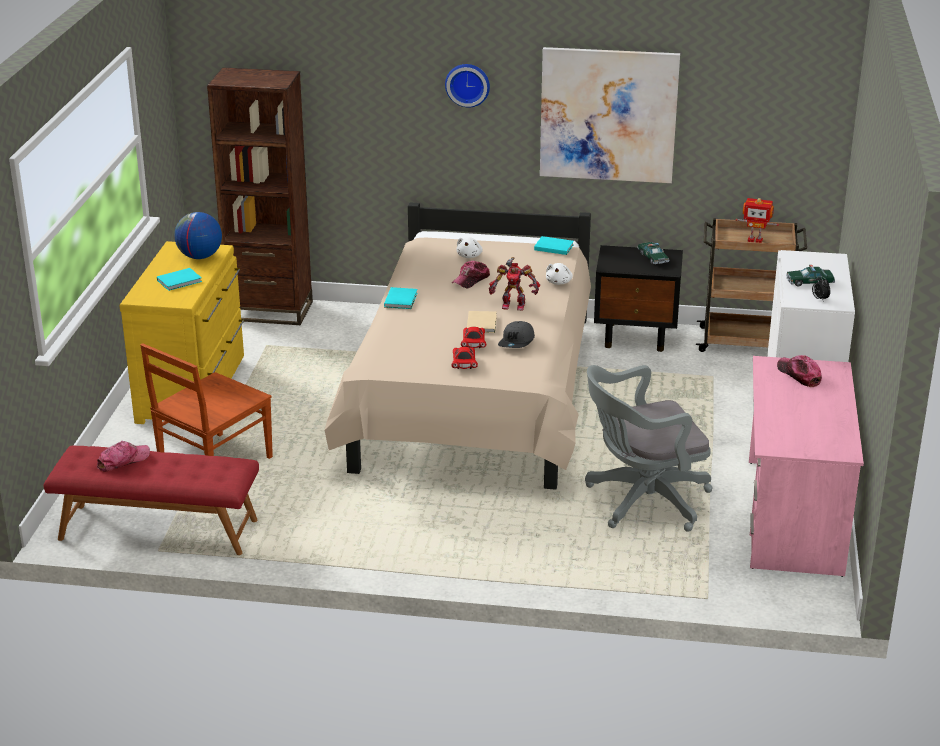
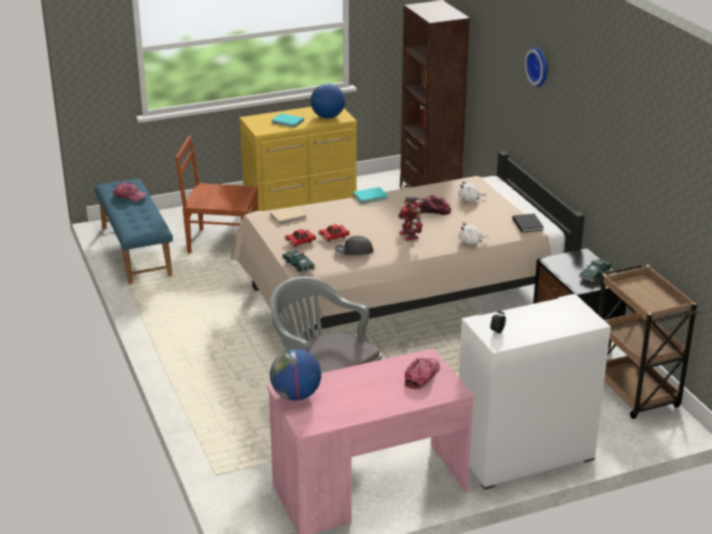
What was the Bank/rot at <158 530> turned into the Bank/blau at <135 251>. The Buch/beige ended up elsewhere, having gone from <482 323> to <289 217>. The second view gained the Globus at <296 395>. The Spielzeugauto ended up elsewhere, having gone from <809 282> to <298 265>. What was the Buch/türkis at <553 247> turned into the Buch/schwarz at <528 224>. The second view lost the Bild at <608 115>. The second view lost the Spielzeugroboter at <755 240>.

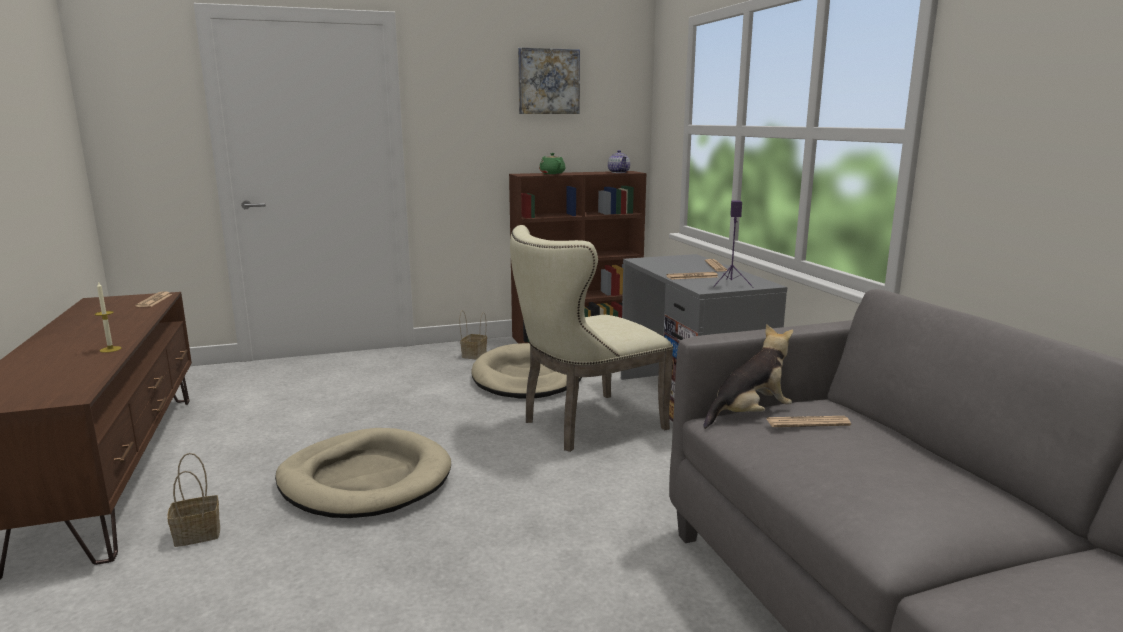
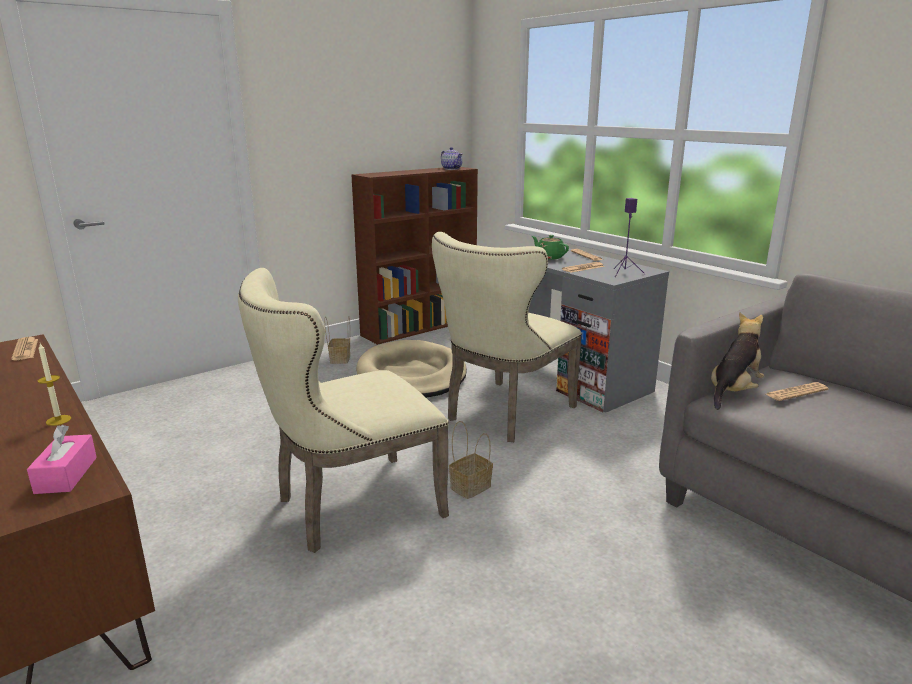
The second view gained the Taschentuchbox/rosa at <66 475>. Where the Hundebett/beige stood at <365 480>, the Stuhl/beige came to stand at <349 507>. The Korb ended up elsewhere, having gone from <199 533> to <471 486>. The Teekanne/grün ended up elsewhere, having gone from <552 173> to <549 257>. The second view lost the Bild at <548 81>.

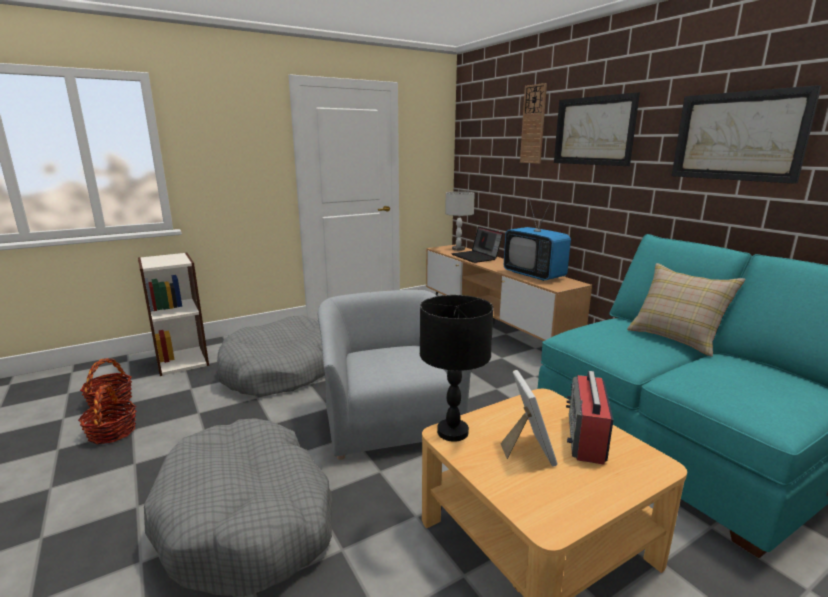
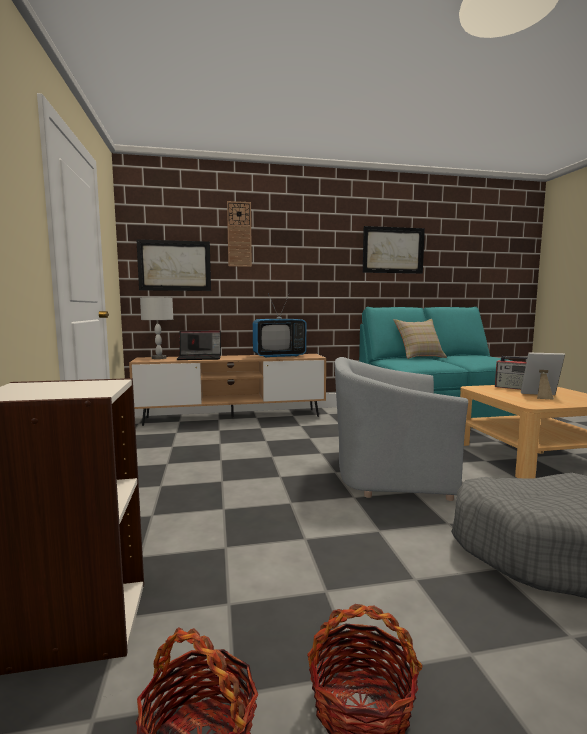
The Bild ended up elsewhere, having gone from <593 131> to <174 265>. The second view lost the Hundebett/grau at <281 370>. The second view lost the Tischlampe/schwarz at <453 432>.

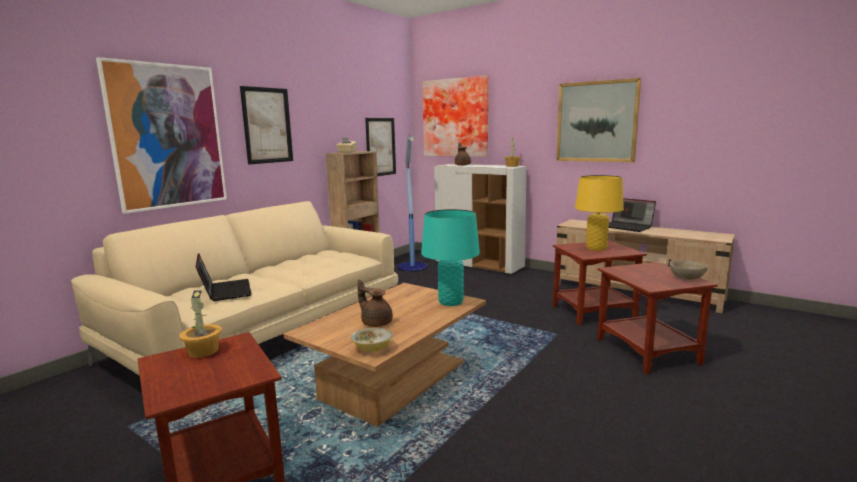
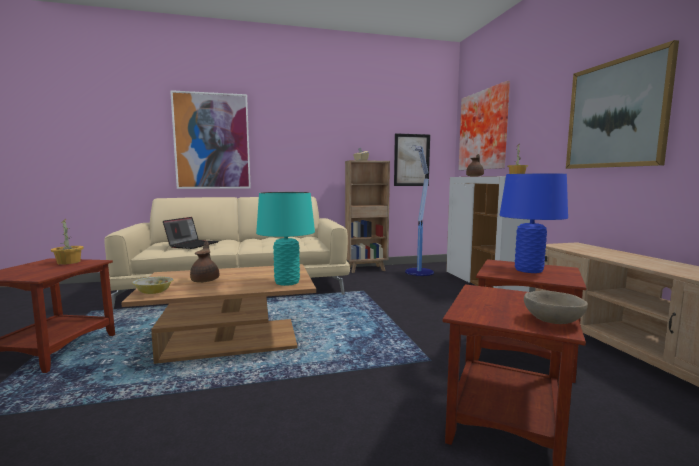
What was the Tischlampe/gelb at <596 248> turned into the Tischlampe/blau at <528 270>. The second view lost the Bild at <267 125>. The second view lost the Laptop at <627 227>.

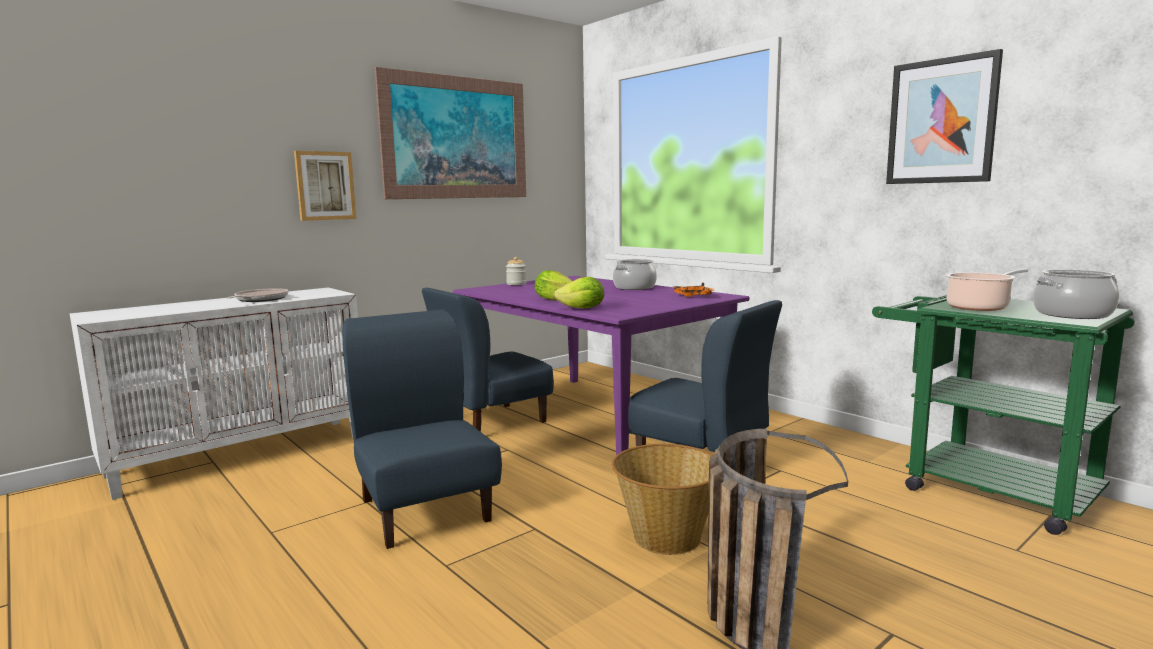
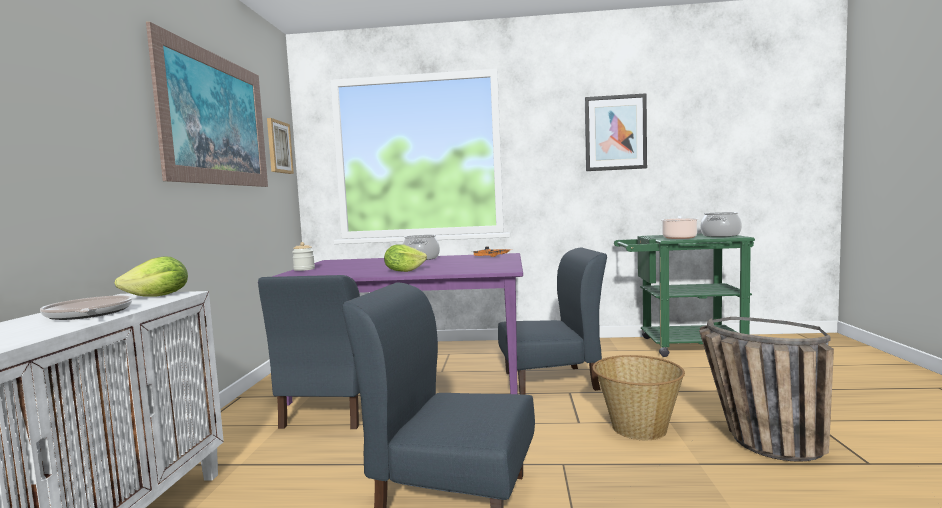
The Salatkopf ended up elsewhere, having gone from <582 309> to <159 296>. The Bild ended up elsewhere, having gone from <325 186> to <279 147>.

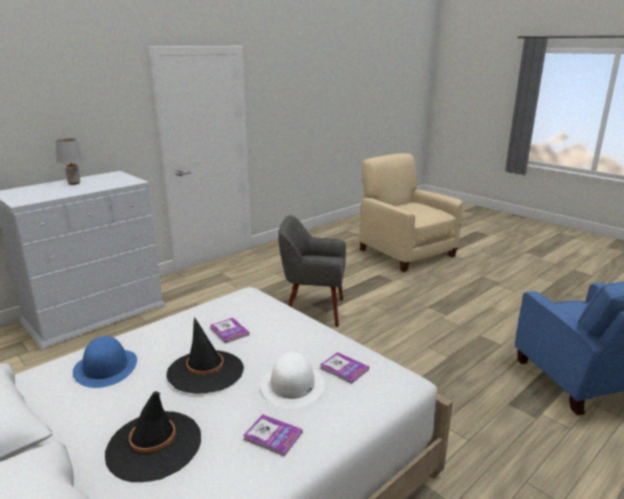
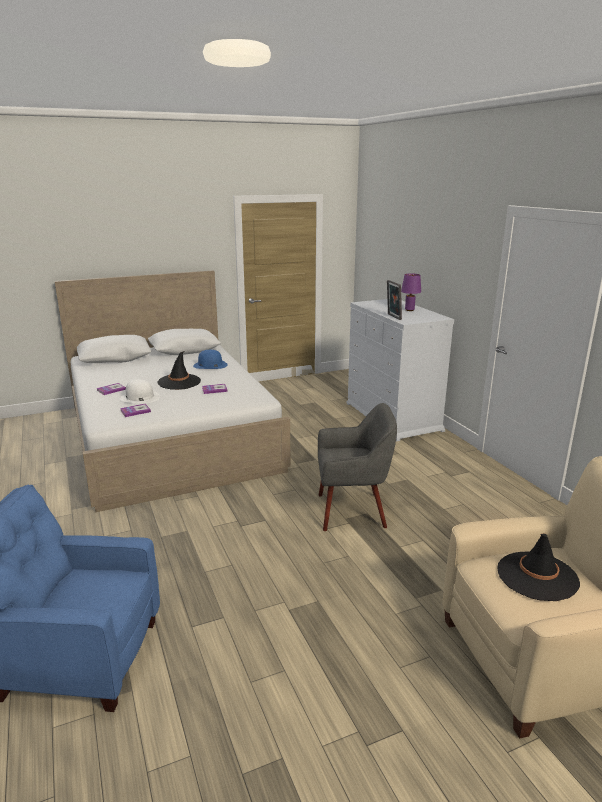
The Sessel/grau at <313 310> ended up facing another way, 60 degrees clockwise from before. The second view gained the Bilderrahmen at <393 317>. What was the Tischlampe/grau at <74 183> turned into the Tischlampe/lila at <409 310>. The Hut/schwarz ended up elsewhere, having gone from <154 446> to <537 576>.

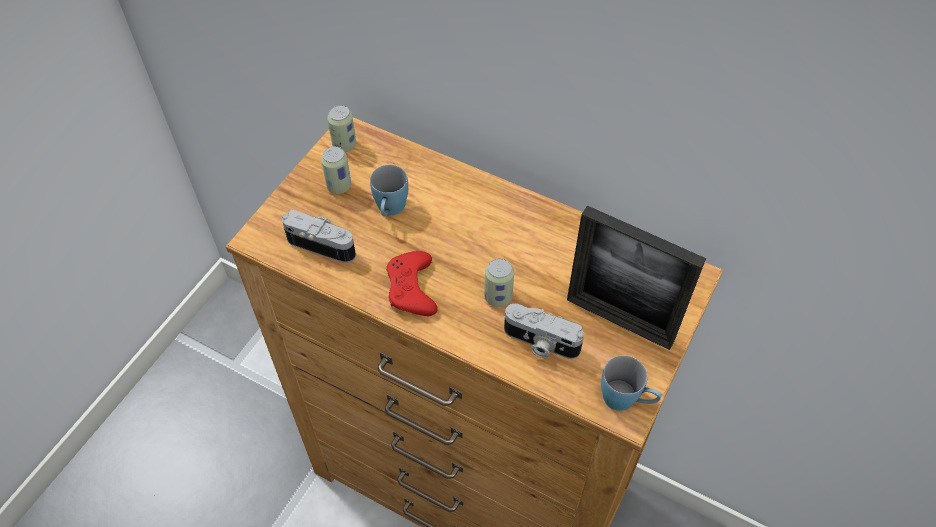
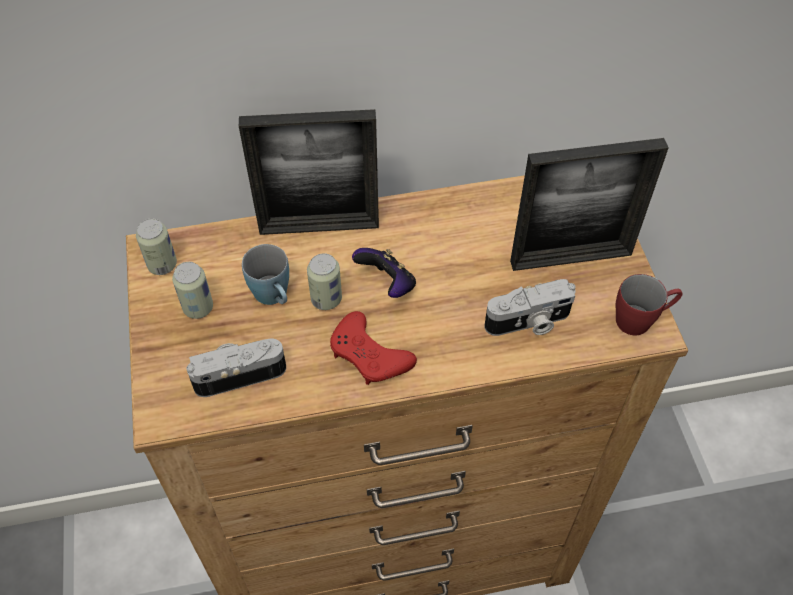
The second view gained the Bilderrahmen at <319 226>. The Dose ended up elsewhere, having gone from <498 297> to <326 299>. The second view gained the Gamepad at <387 284>. What was the Henkelbecher/blau at <626 400> turned into the Henkelbecher/rot at <641 319>.

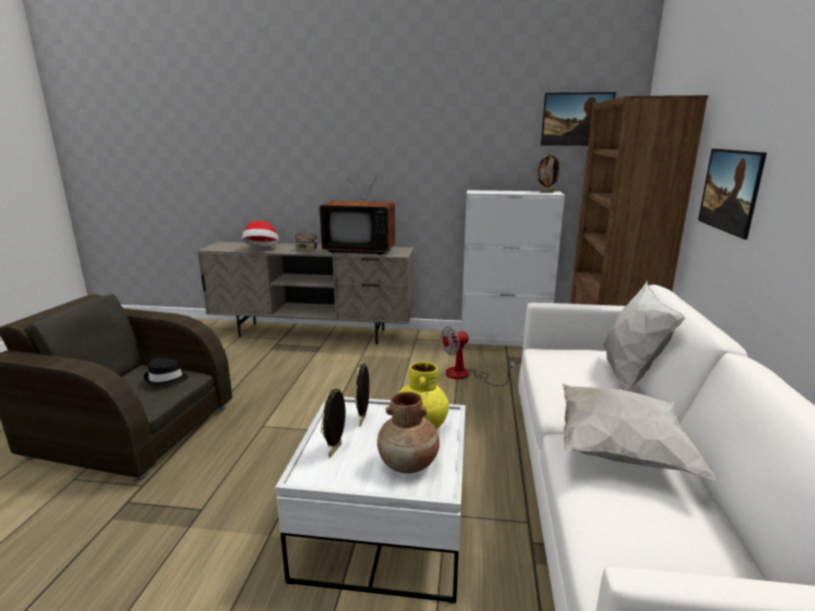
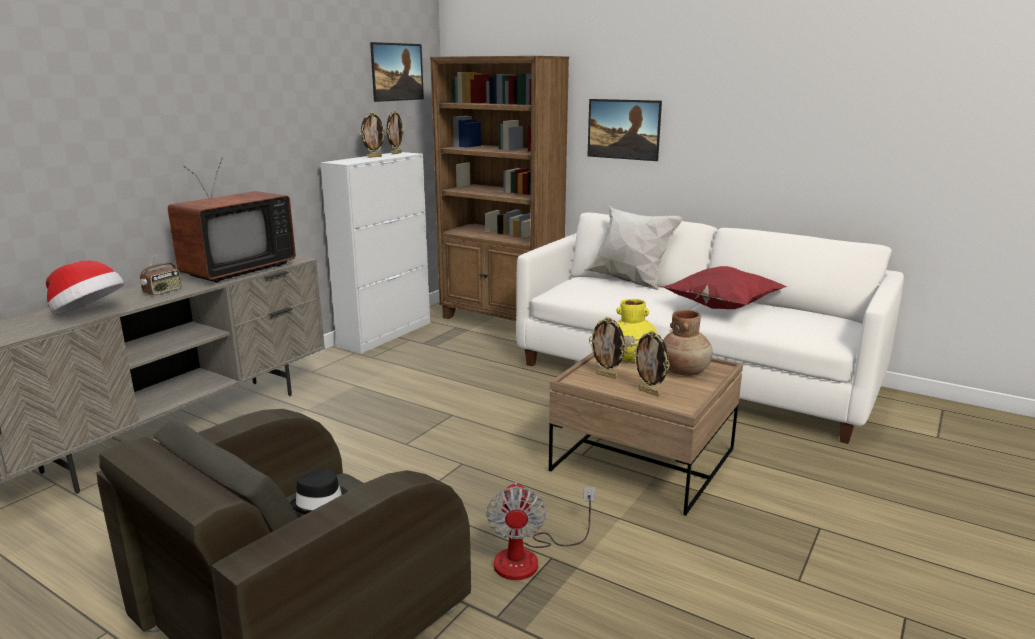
The second view gained the Bilderrahmen at <374 157>. The Ventilator ended up elsewhere, having gone from <466 375> to <529 558>. What was the Couchtisch/weiß at <384 529> turned into the Couchtisch/braun at <643 460>. What was the Kissen/weiß at <618 451> turned into the Kissen/rot at <720 308>.

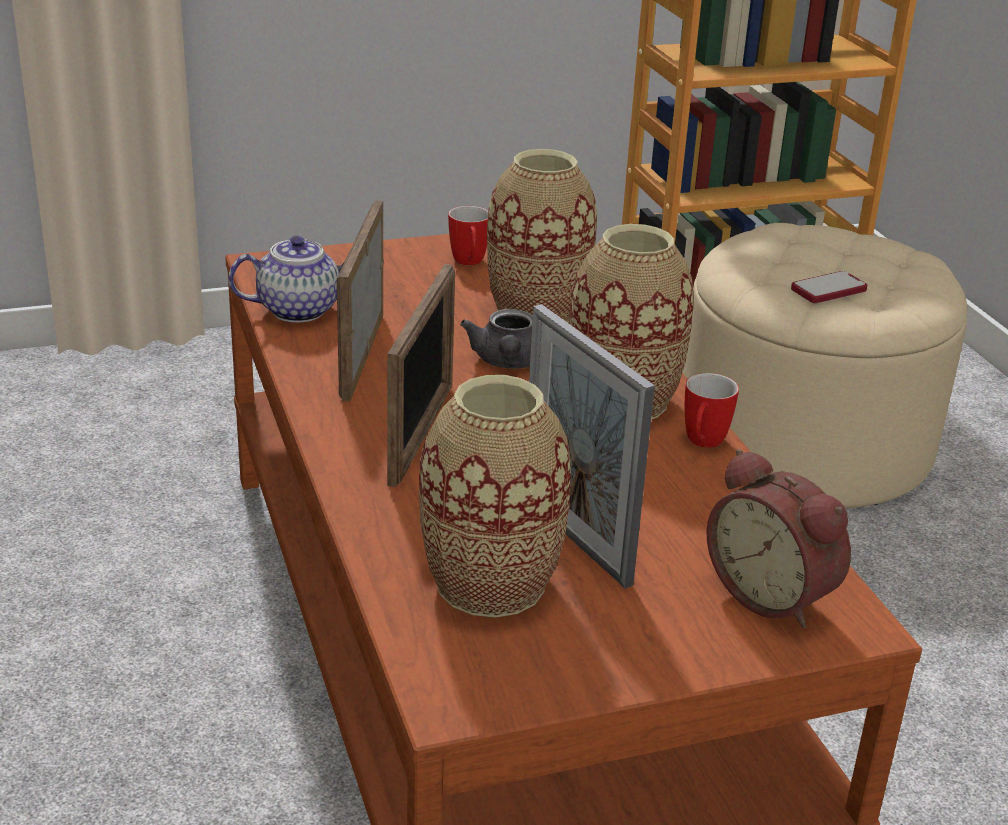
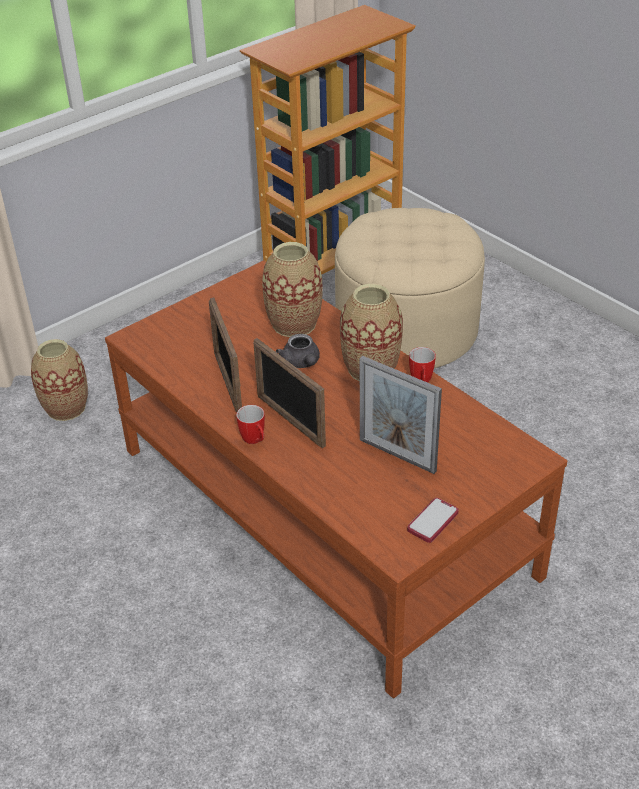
The Vase ended up elsewhere, having gone from <490 583> to <66 408>. The Henkelbecher ended up elsewhere, having gone from <469 263> to <255 441>. The Bilderrahmen at <421 434> ended up facing another way, 150 degrees clockwise from before. The Handy ended up elsewhere, having gone from <828 289> to <432 521>. The second view lost the Teekanne at <300 309>. The second view lost the Wecker at <774 594>.

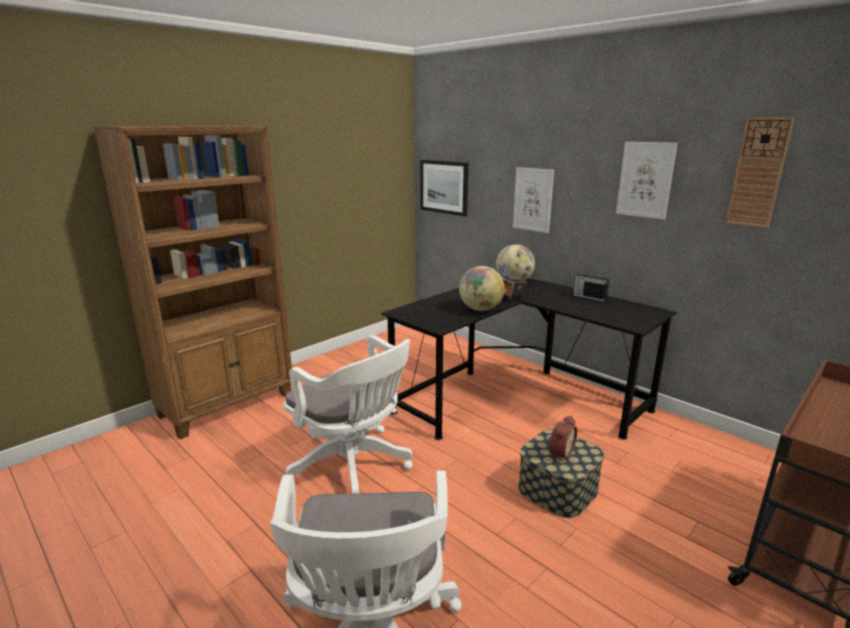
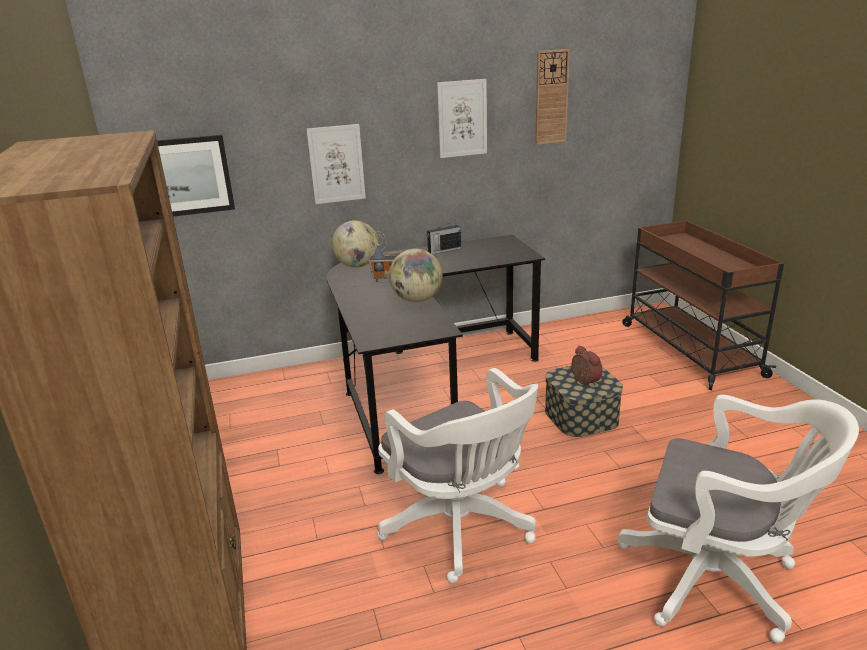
The Bürostuhl/weiß at <354 466> ended up facing another way, 75 degrees clockwise from before.

